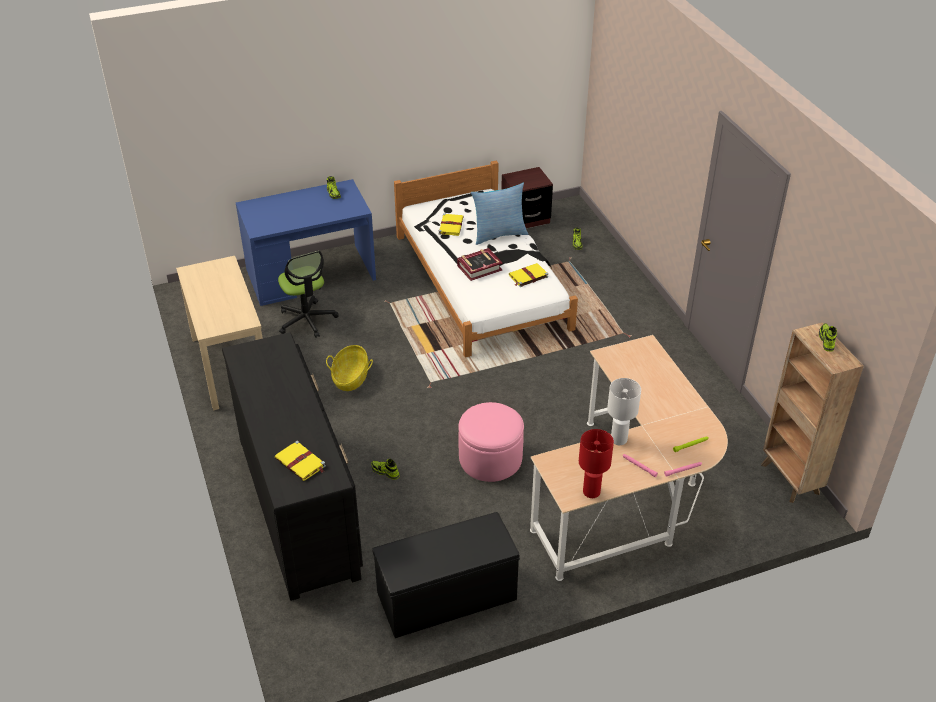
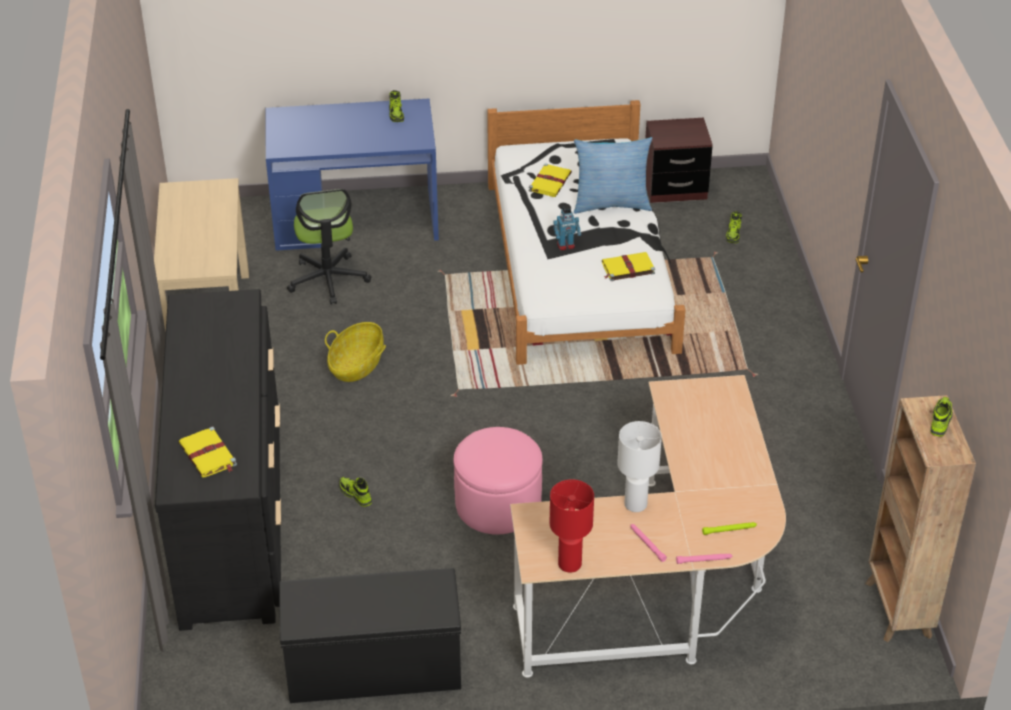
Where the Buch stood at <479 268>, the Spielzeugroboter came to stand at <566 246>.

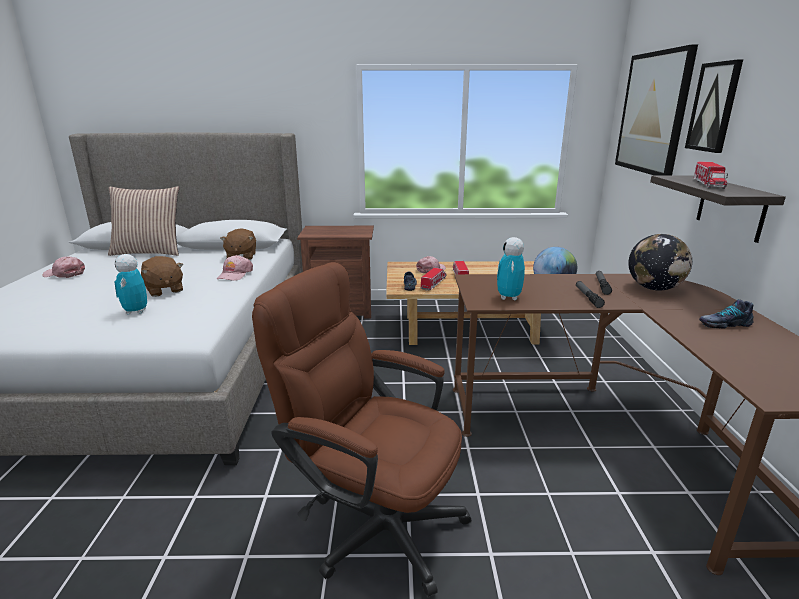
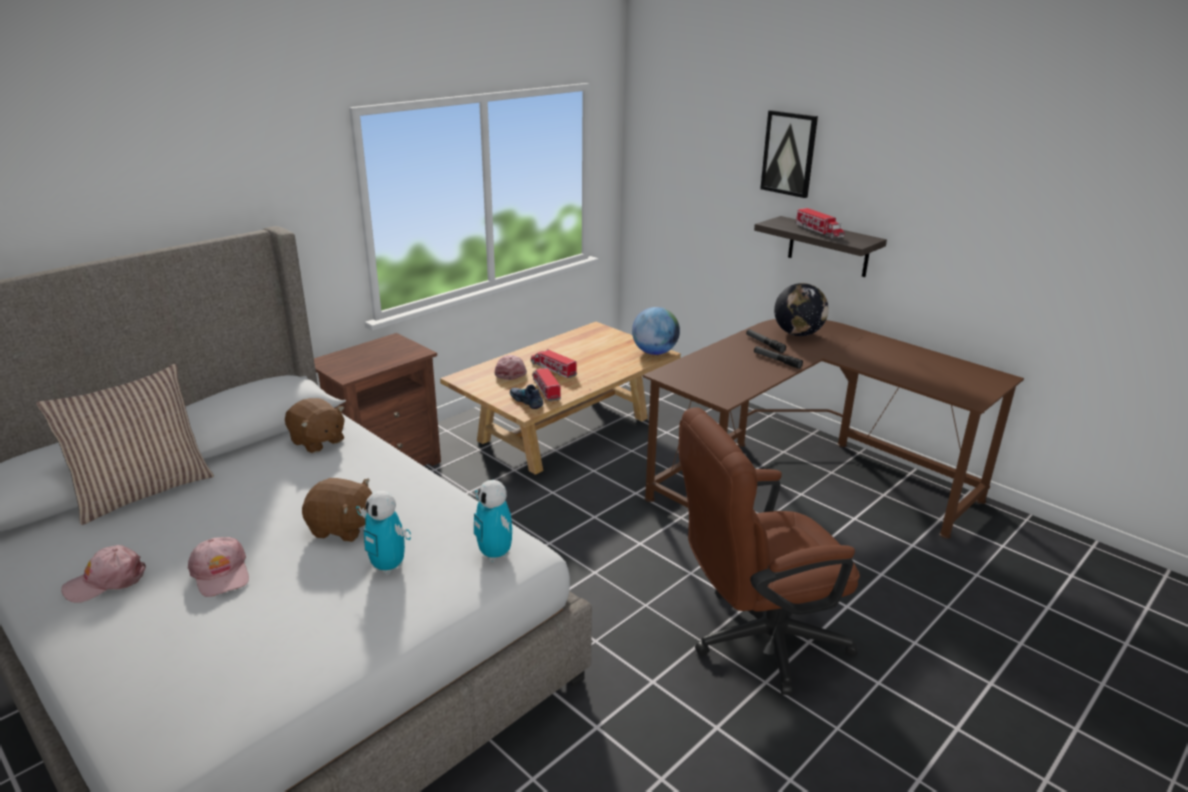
The Kappe/rosa ended up elsewhere, having gone from <235 274> to <221 573>. The Spielzeugroboter ended up elsewhere, having gone from <508 297> to <495 554>. The second view lost the Bild at <653 113>. The second view lost the Schuh at <724 324>.

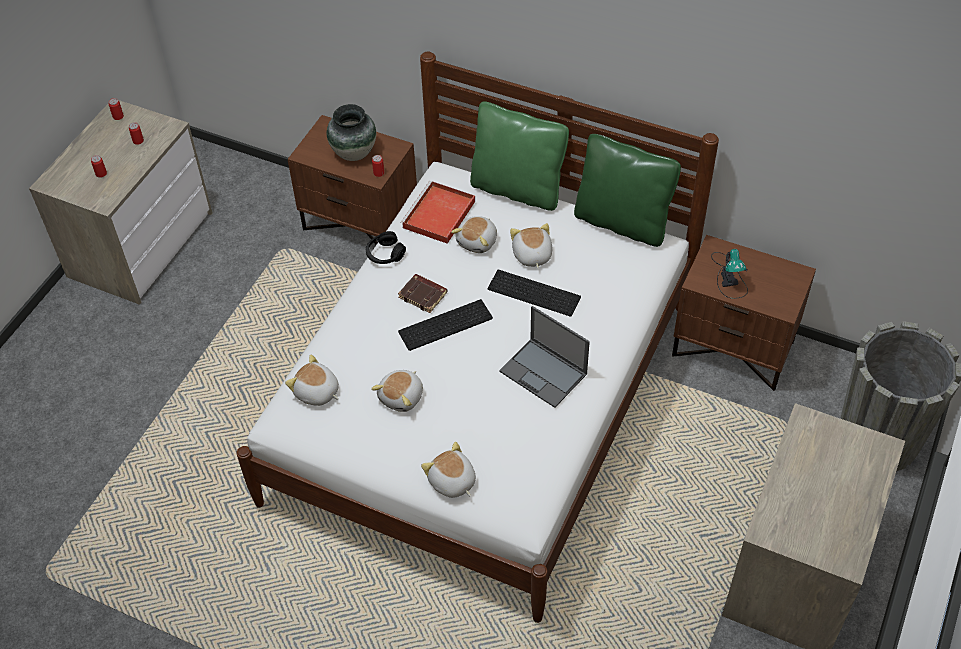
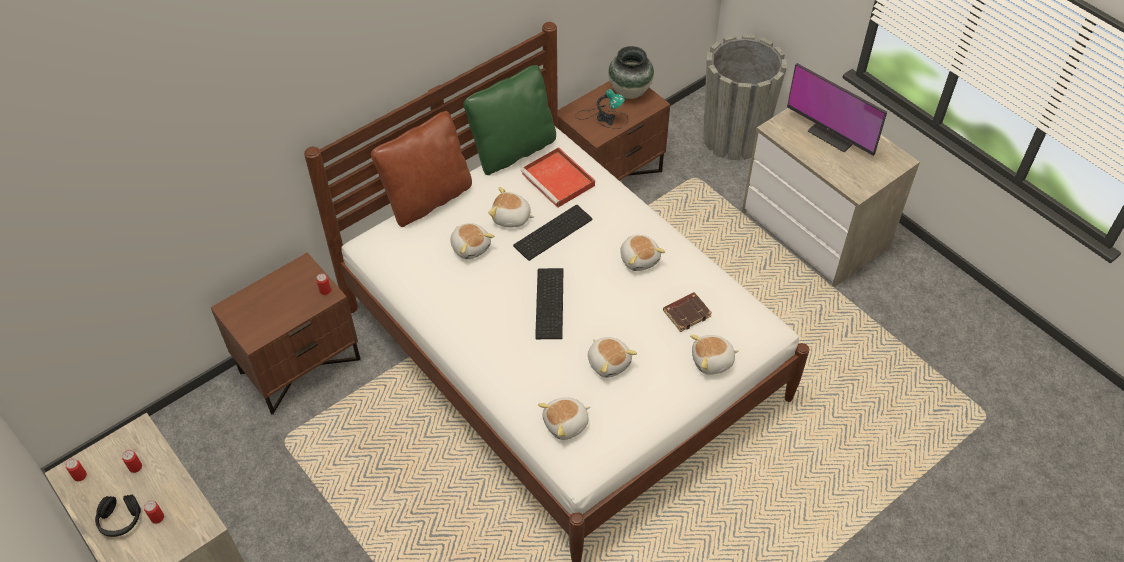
The Kopfhörer/schwarz ended up elsewhere, having gone from <385 254> to <120 520>. What was the Kissen/grün at <517 189> turned into the Kissen/braun at <427 199>. The Tablett/rot ended up elsewhere, having gone from <438 215> to <559 180>. The Vase ended up elsewhere, having gone from <354 153> to <630 91>. Where the Laptop stood at <544 373>, the Plüschtier came to stand at <639 259>. The Buch/braun ended up elsewhere, having gone from <423 295> to <686 313>. The second view gained the Monitor at <836 132>.

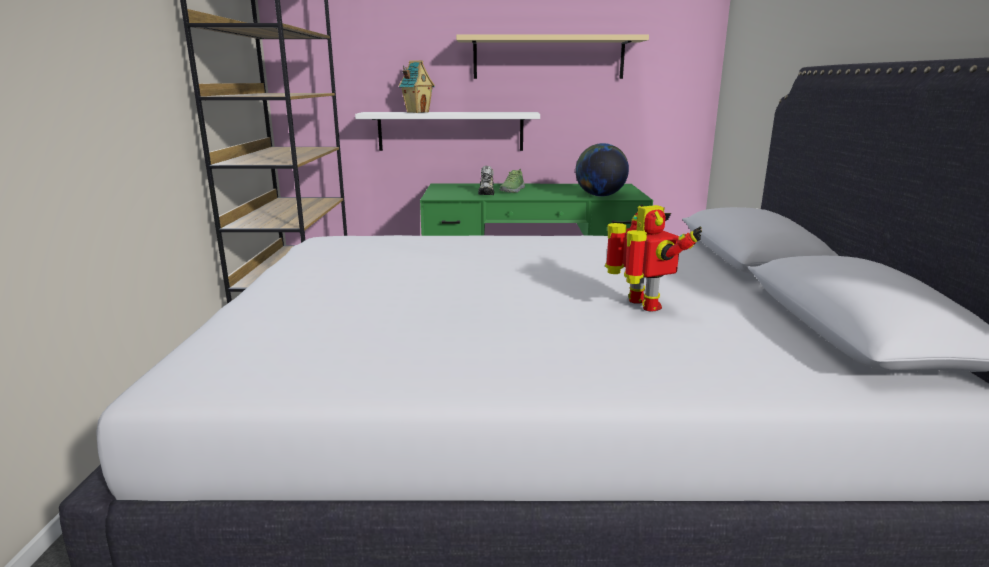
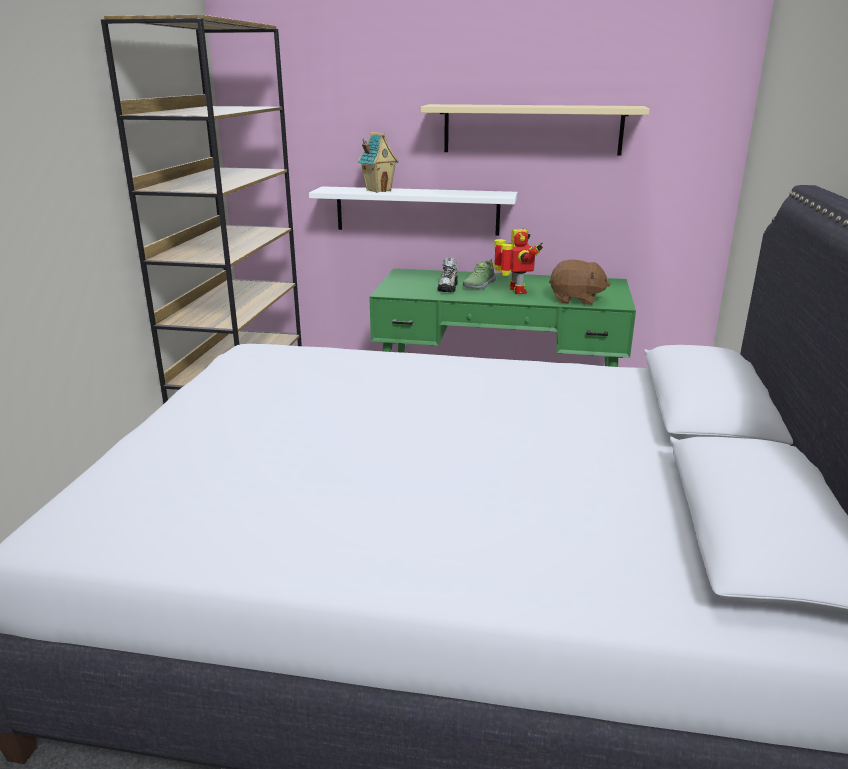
The Spielzeugroboter ended up elsewhere, having gone from <642 305> to <516 291>. Where the Globus stood at <600 196>, the Plüschtier/braun came to stand at <576 299>.

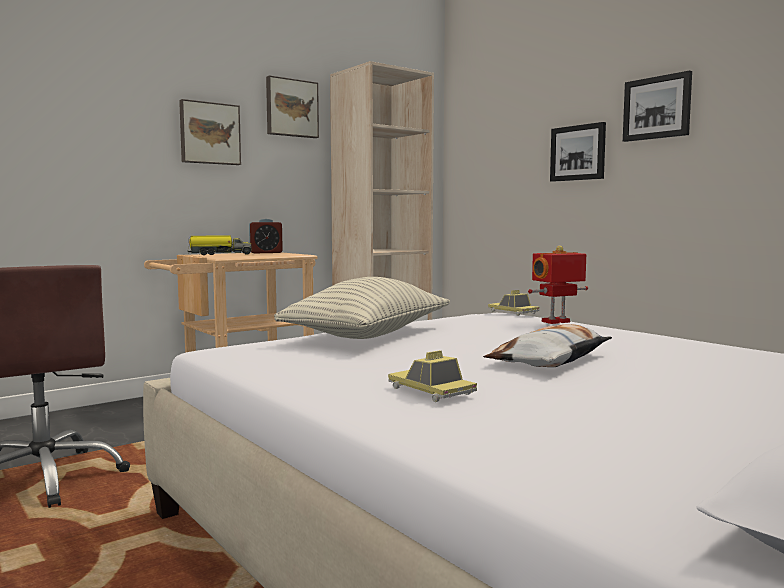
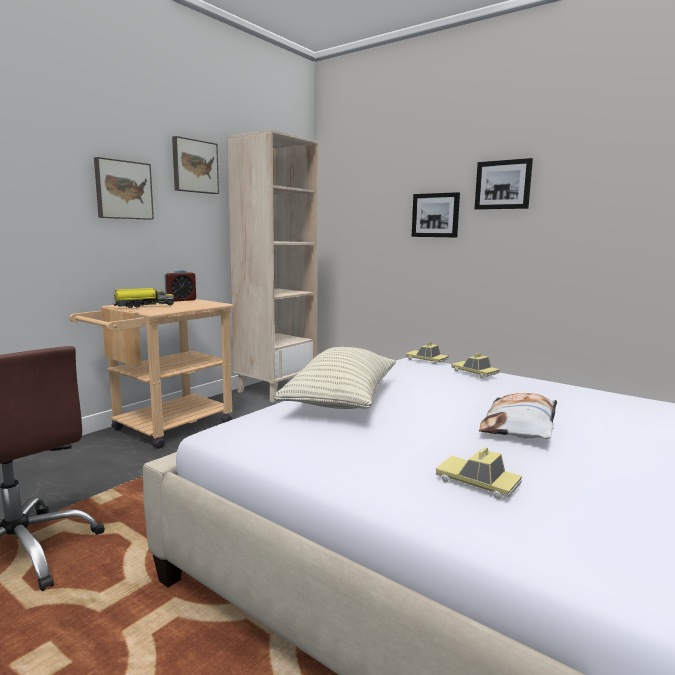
Where the Spielzeugroboter stood at <557 322>, the Spielzeugauto came to stand at <474 373>.

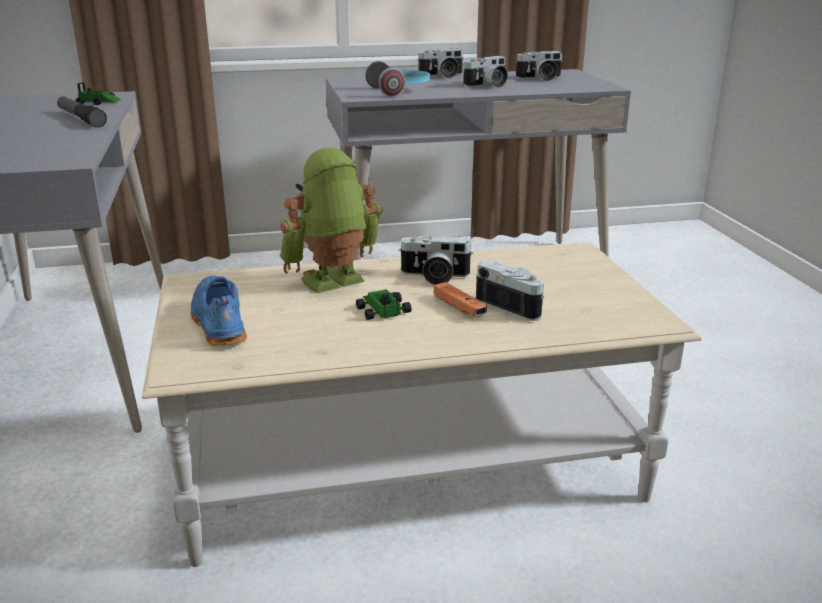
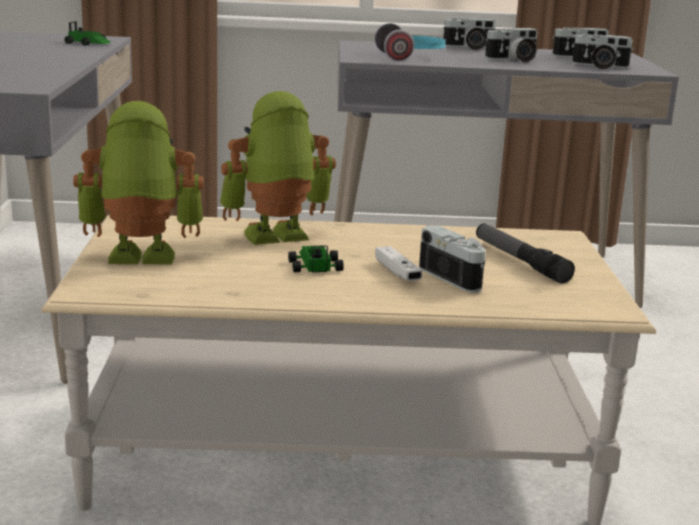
Where the Schuh/blau stood at <217 323>, the Spielzeugroboter came to stand at <140 258>. What was the Gamepad/orange at <459 307> turned into the Gamepad/weiß at <397 272>. The Taschenlampe ended up elsewhere, having gone from <81 118> to <520 261>. The Kamera ended up elsewhere, having gone from <434 277> to <599 67>.

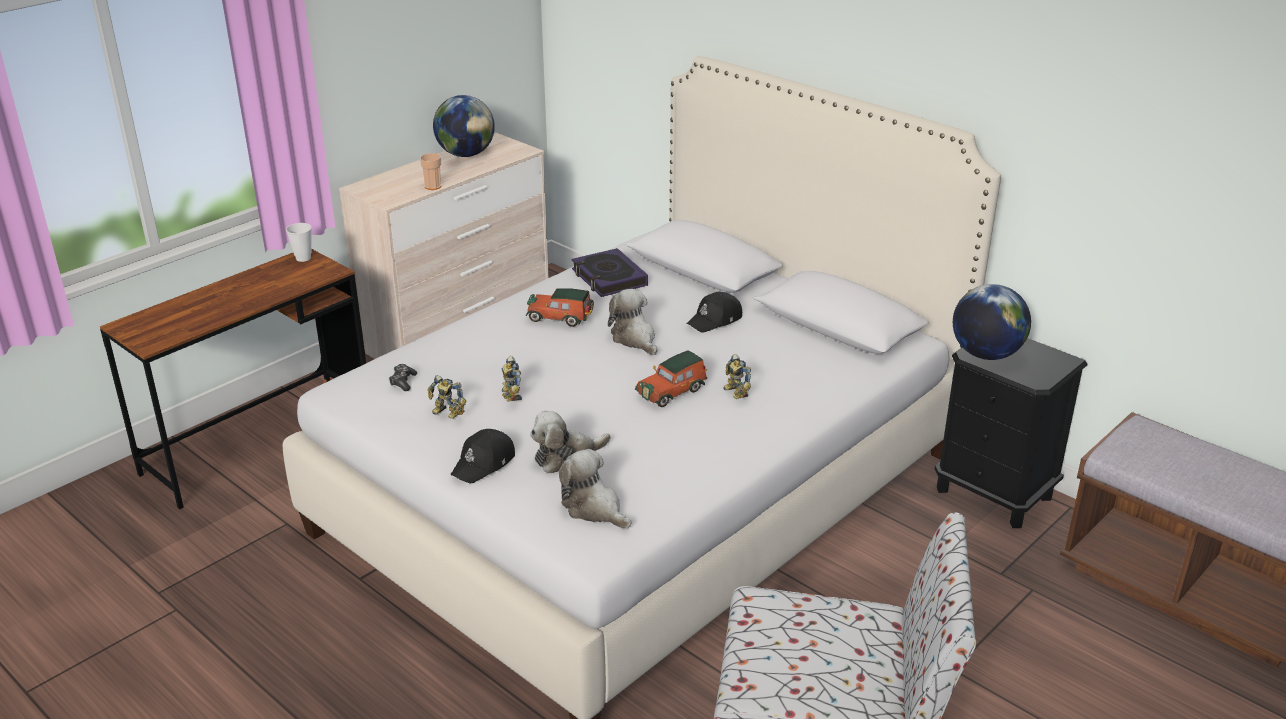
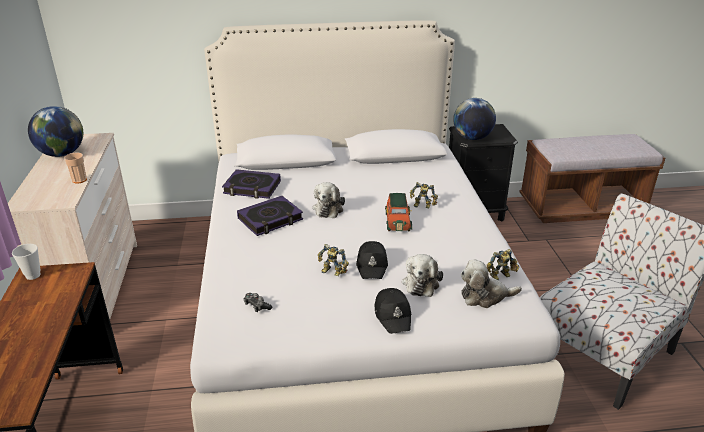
Where the Spielzeugauto stood at <561 318>, the Buch came to stand at <270 219>. The Plüschtier at <635 338> ended up facing another way, 90 degrees counterclockwise from before. The Kappe/schwarz ended up elsewhere, having gone from <715 320> to <372 265>. The Spielzeugroboter ended up elsewhere, having gone from <446 414> to <501 276>.

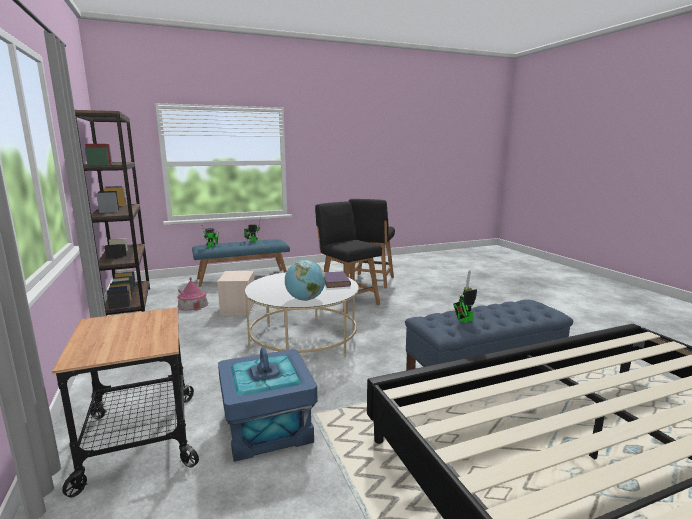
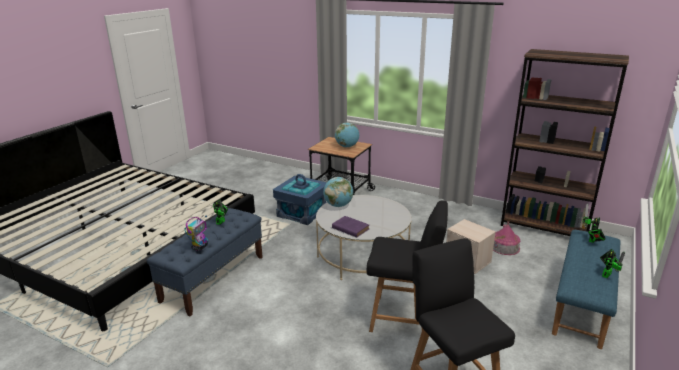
The second view gained the Spielzeugroboter at <200 247>. The second view gained the Globus at <347 146>.

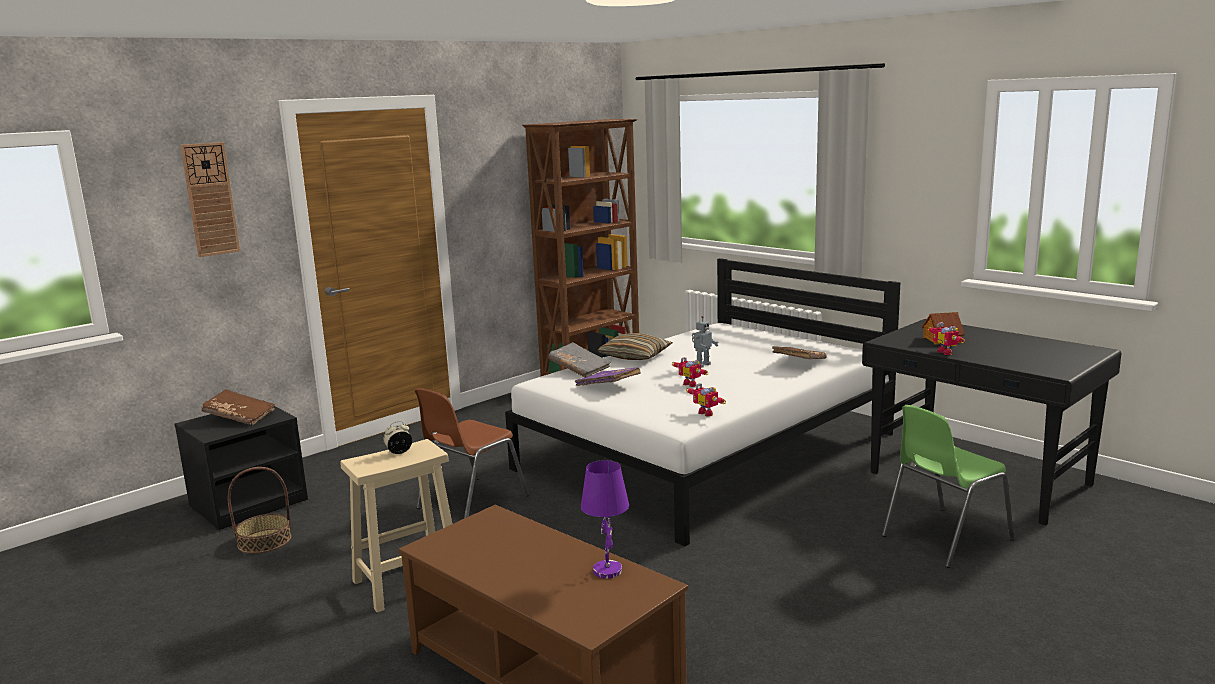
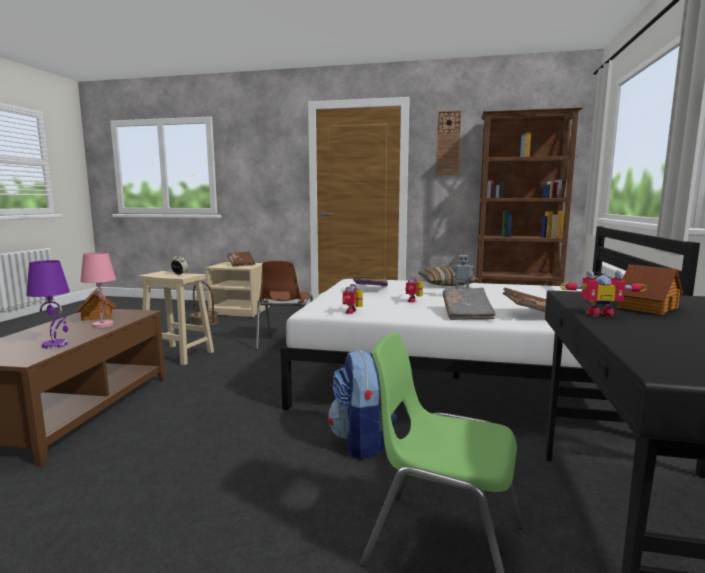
The second view gained the Spielzeughaus at <97 316>. The second view gained the Tischlampe/rosa at <103 325>. What was the Nachttisch/schwarz at <249 503> turned into the Nachttisch/beige at <240 311>. The Stuhl/braun at <470 502> ended up facing another way, 90 degrees counterclockwise from before. The second view gained the Rucksack at <361 442>. The Wanduhr ended up elsewhere, having gone from <210 199> to <448 143>. The Buch/grau ended up elsewhere, having gone from <579 369> to <467 314>. The Spielzeugroboter at <947 352> ended up facing another way, 120 degrees counterclockwise from before.

